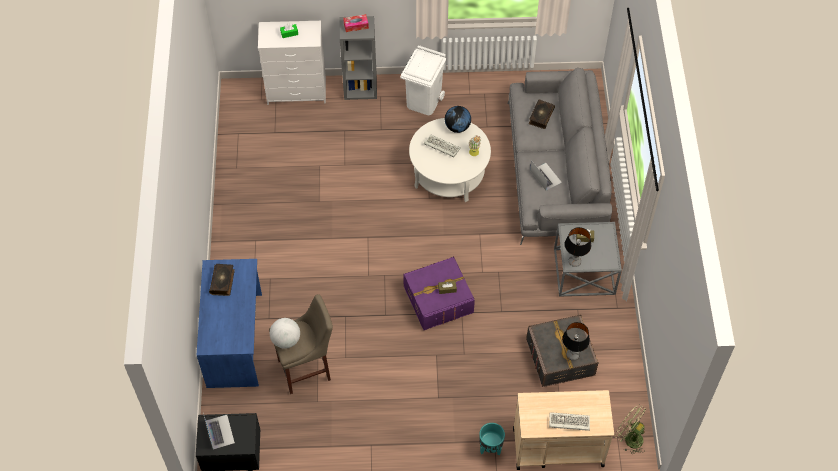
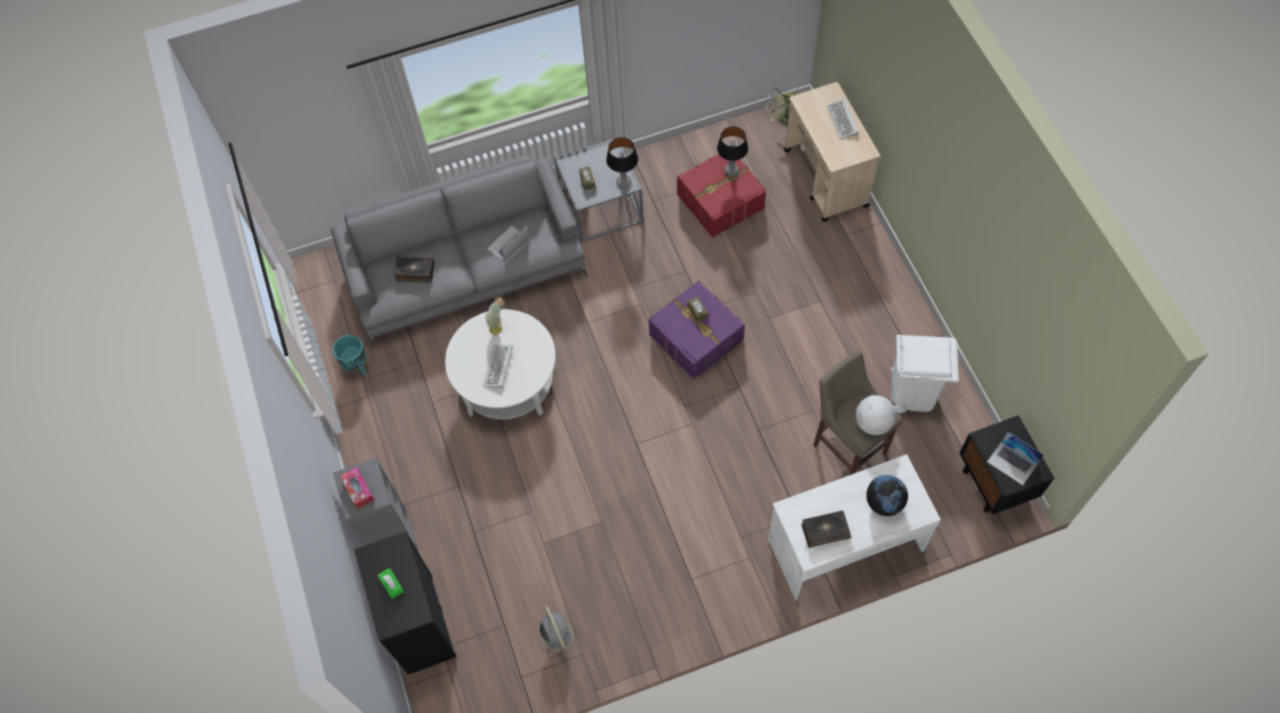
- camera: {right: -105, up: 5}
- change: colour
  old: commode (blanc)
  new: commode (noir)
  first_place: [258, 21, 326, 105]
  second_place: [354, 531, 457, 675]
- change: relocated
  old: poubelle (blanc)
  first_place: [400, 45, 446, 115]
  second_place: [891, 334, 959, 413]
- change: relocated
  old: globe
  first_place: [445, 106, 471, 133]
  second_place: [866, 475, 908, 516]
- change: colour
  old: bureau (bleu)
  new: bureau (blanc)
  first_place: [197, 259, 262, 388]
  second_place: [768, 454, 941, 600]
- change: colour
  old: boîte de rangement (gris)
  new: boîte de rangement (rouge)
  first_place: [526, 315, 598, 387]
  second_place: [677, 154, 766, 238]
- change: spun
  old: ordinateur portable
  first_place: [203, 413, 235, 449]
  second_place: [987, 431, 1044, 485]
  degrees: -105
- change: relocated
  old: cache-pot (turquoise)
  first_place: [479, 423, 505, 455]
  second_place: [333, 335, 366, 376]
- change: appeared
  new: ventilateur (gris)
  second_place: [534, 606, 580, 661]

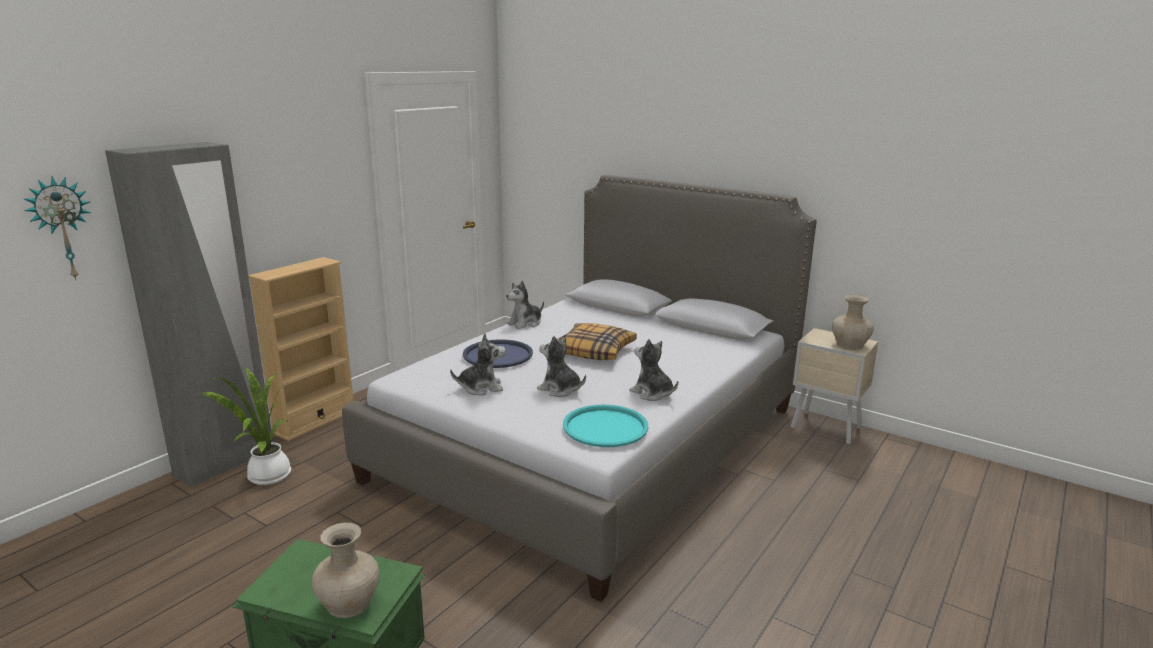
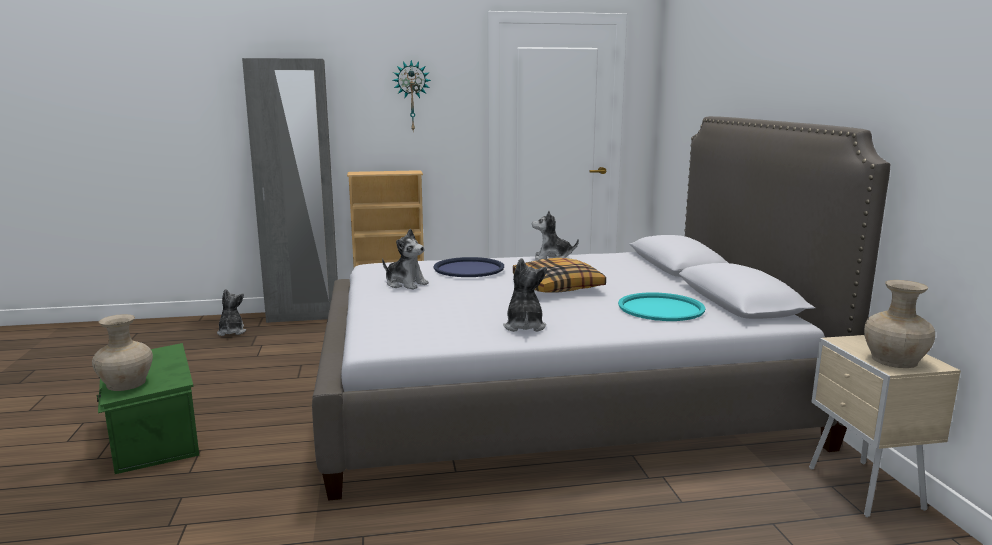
- camera: {right: 45, up: -5}
- change: relocated
  old: horloge murale
  first_place: [24, 177, 90, 281]
  second_place: [393, 60, 431, 131]
- change: relocated
  old: peluche
  first_place: [537, 336, 586, 397]
  second_place: [217, 289, 246, 336]
- change: missing
  old: plante en pot
  first_place: [203, 367, 291, 485]
- change: relocated
  old: plateau (turquoise)
  first_place: [563, 405, 648, 447]
  second_place: [618, 292, 706, 321]

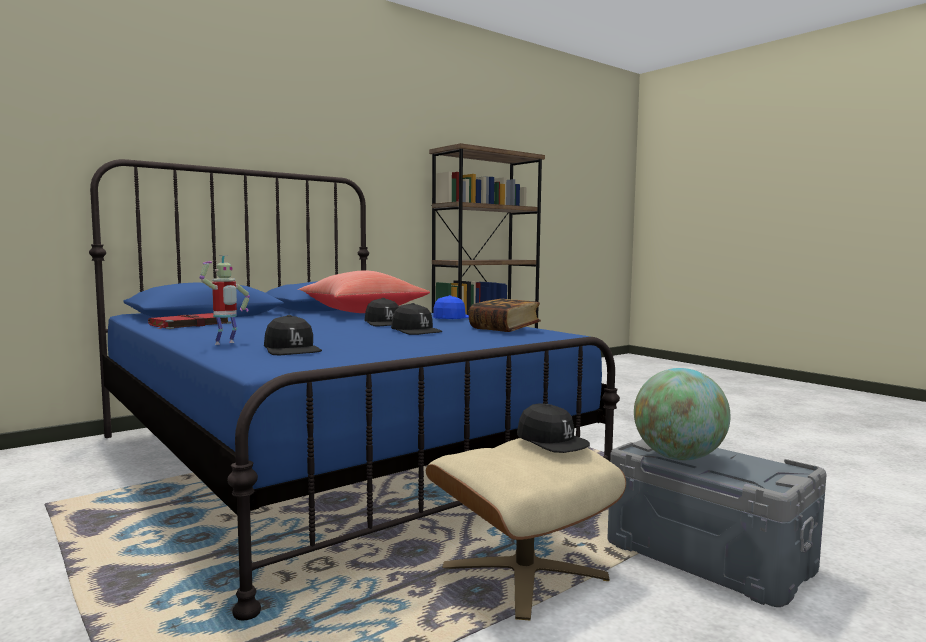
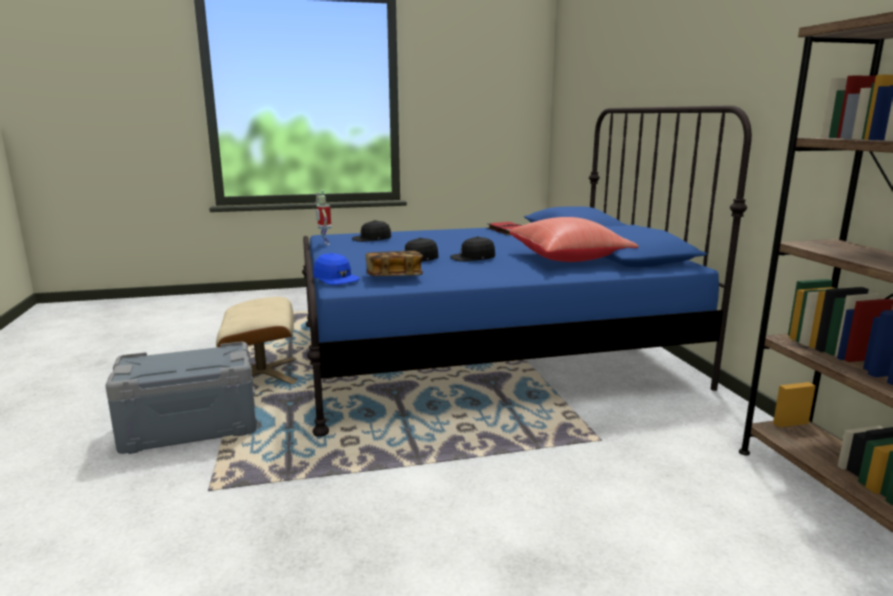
- camera: {right: 115, up: 10}
- change: relocated
  old: robot jouet
  first_place: [200, 255, 250, 345]
  second_place: [314, 190, 331, 245]
- change: relocated
  old: casquette (bleu)
  first_place: [433, 295, 469, 319]
  second_place: [313, 253, 360, 285]
- change: missing
  old: globe
  first_place: [634, 368, 731, 460]
- change: missing
  old: casquette (noir)
  first_place: [517, 404, 590, 453]

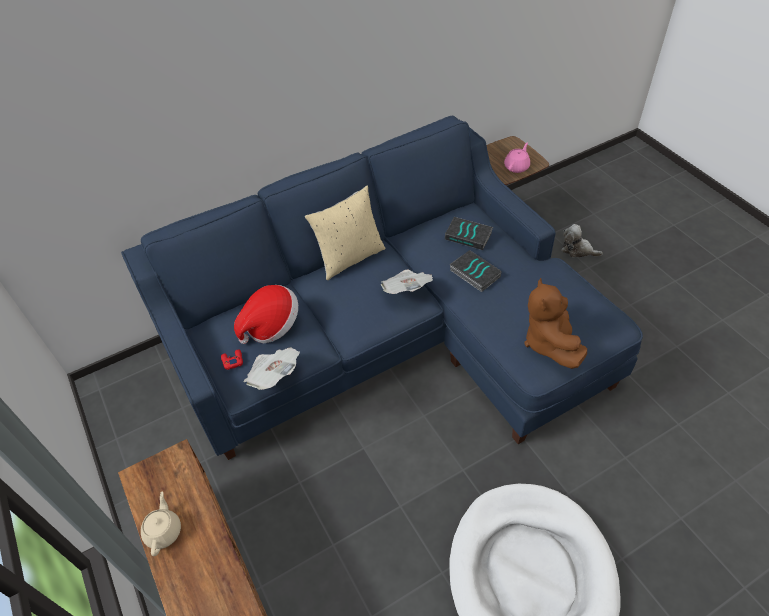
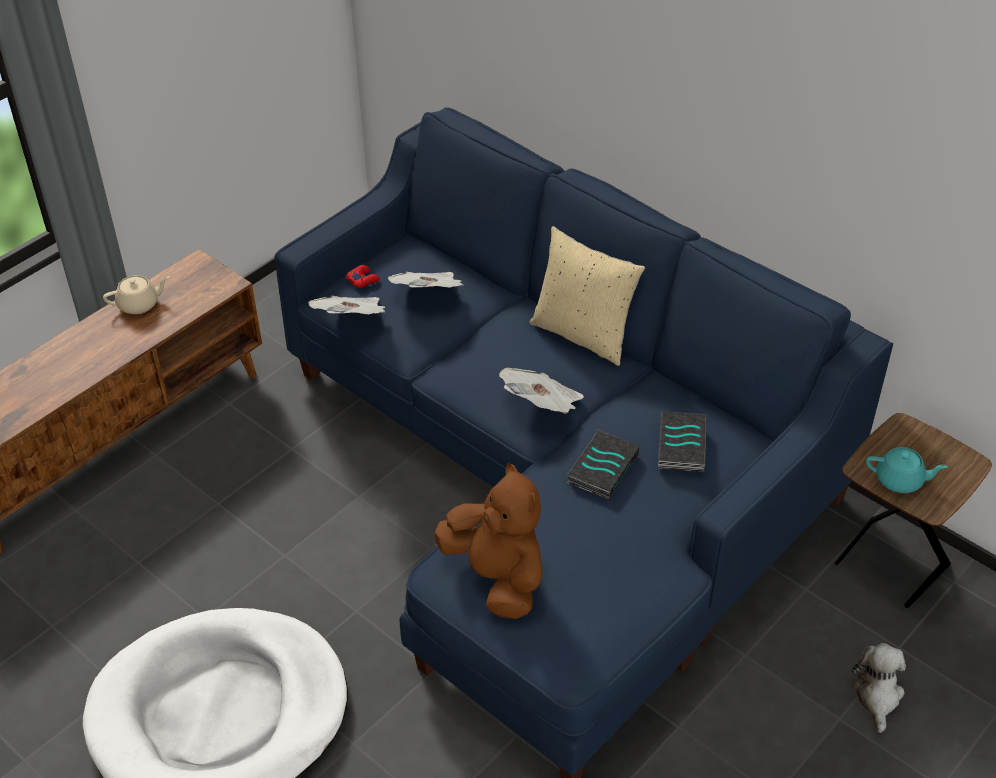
- camera: {right: 70, up: -5}
- change: colour
  old: théière (rose)
  new: théière (turquoise)
  first_place: [504, 143, 530, 173]
  second_place: [866, 447, 948, 493]
- change: spun
  old: peluche (marron)
  first_place: [524, 278, 587, 369]
  second_place: [434, 463, 542, 619]
  degrees: 75
- change: exchanged
  old: chapeau
  new: journal
  first_place: [234, 285, 298, 344]
  second_place: [388, 272, 463, 287]

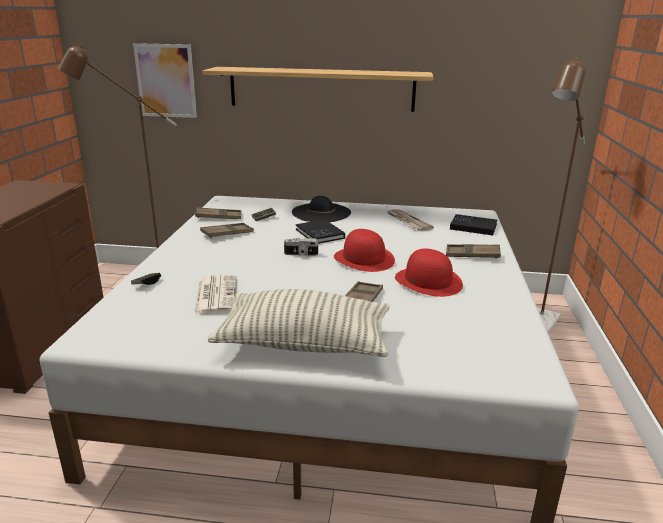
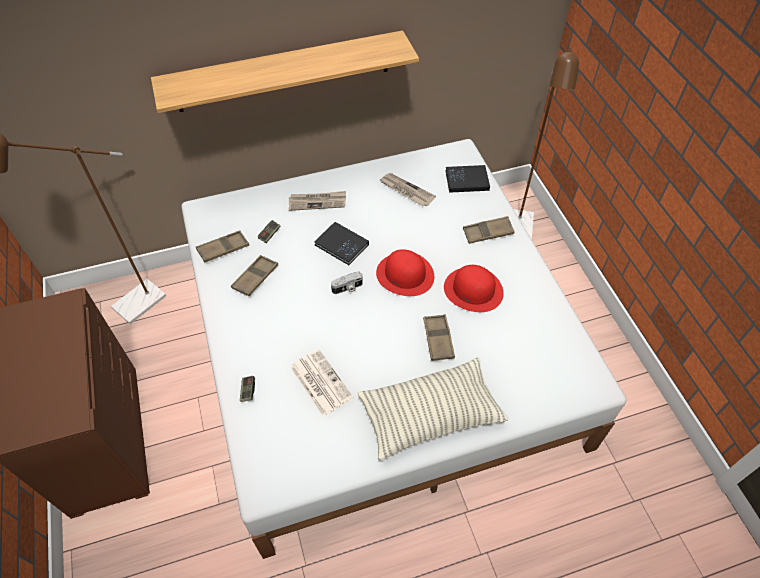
- camera: {right: -25, up: 30}
- change: missing
  old: tableau
  first_place: [133, 43, 197, 118]
- change: exchanged
  old: chapeau (noir)
  new: journal
  first_place: [292, 196, 351, 222]
  second_place: [289, 191, 346, 211]

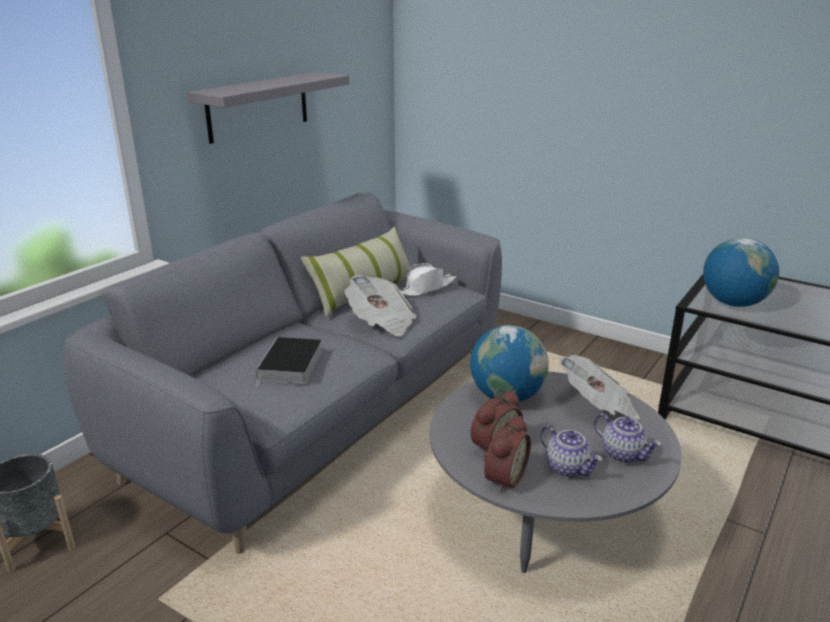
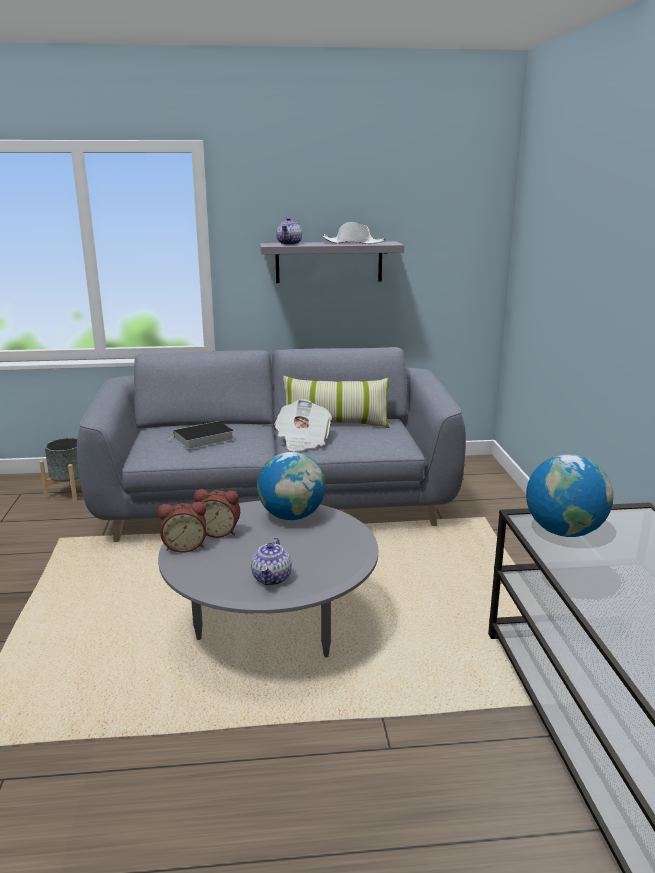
- camera: {right: 50, up: -5}
- change: relocated
  old: chapeau (blanc)
  first_place: [399, 263, 456, 296]
  second_place: [322, 222, 386, 244]
- change: missing
  old: journal
  first_place: [559, 355, 640, 420]
- change: relocated
  old: théière
  first_place: [540, 425, 602, 478]
  second_place: [276, 218, 302, 245]

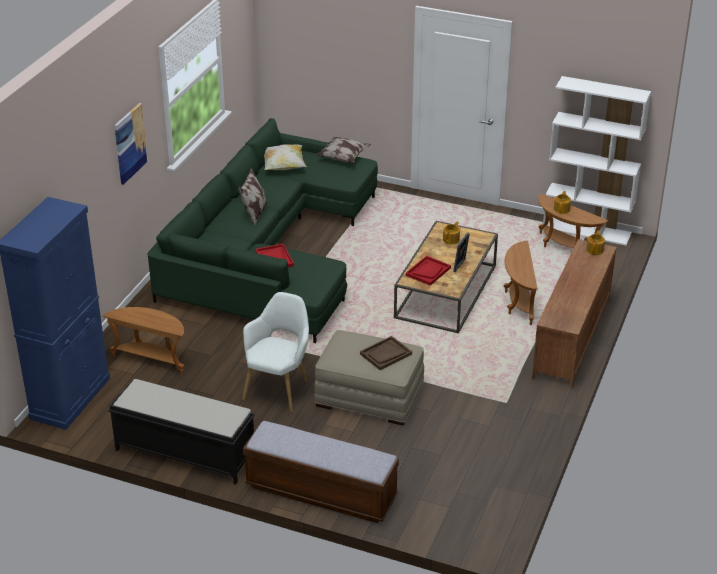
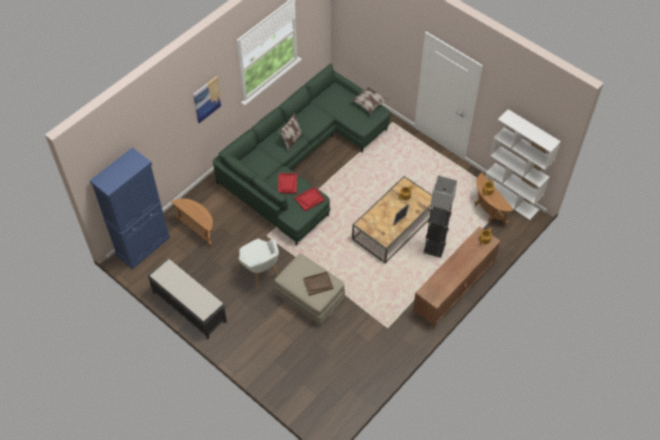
- camera: {right: 20, up: 20}
- change: missing
  old: coussin
  first_place: [264, 144, 307, 170]
- change: exchanged
  old: table d'appoint (marron)
  new: lampadaire (gris)
  first_place: [504, 241, 537, 325]
  second_place: [423, 175, 458, 258]
- change: relocated
  old: plateau (rouge)
  first_place: [406, 256, 451, 286]
  second_place: [295, 187, 325, 211]
- change: spun
  old: fauteuil (blanc)
  first_place: [242, 292, 309, 412]
  second_place: [238, 239, 279, 290]
  degrees: 105
- change: missing
  old: banc
  first_place: [243, 421, 399, 523]

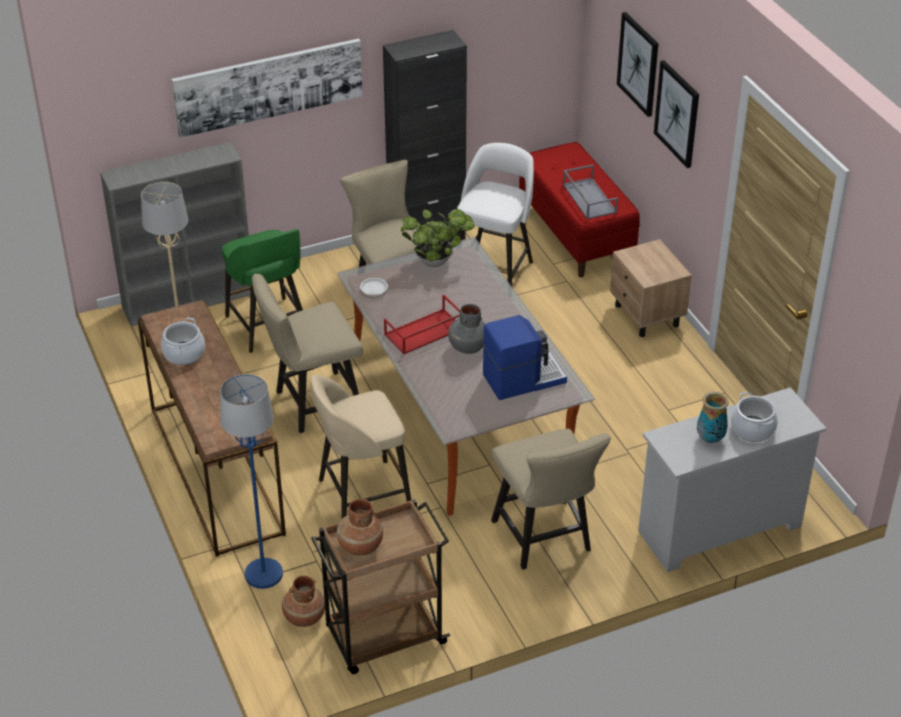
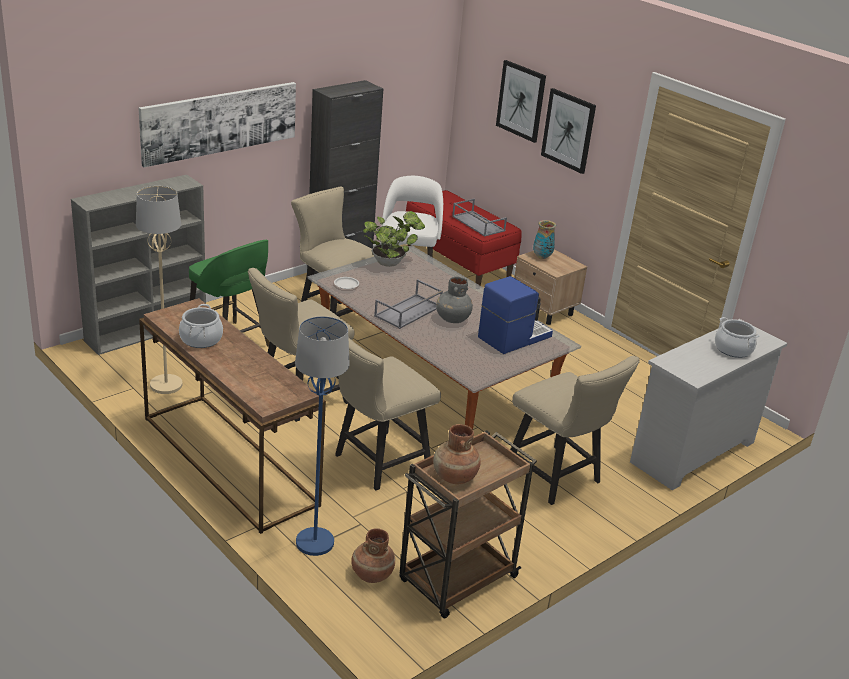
- camera: {right: -20, up: -10}
- change: colour
  old: plateau (rouge)
  new: plateau (gris)
  first_place: [384, 294, 460, 354]
  second_place: [374, 279, 443, 329]
- change: exchanged
  old: tabouret (beige)
  new: chaise (beige)
  first_place: [310, 375, 411, 519]
  second_place: [335, 337, 441, 490]
- change: relocated
  old: vase
  first_place: [697, 392, 729, 443]
  second_place: [533, 220, 556, 259]

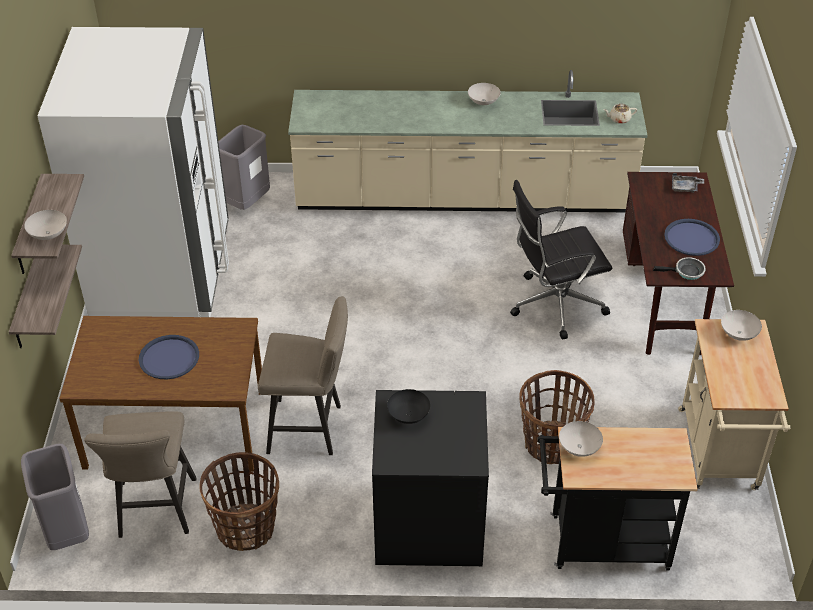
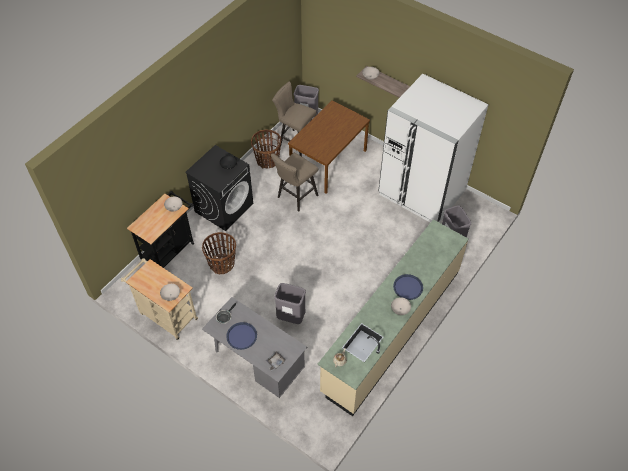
- camera: {right: 125, up: 10}
- change: colour
  old: bureau (marron)
  new: bureau (gris)
  first_place: [623, 172, 734, 355]
  second_place: [202, 297, 307, 398]
- change: exchanged
  old: chaise de bureau (noir)
  new: poubelle (gris)
  first_place: [510, 180, 612, 339]
  second_place: [274, 283, 306, 324]
- change: missing
  old: étagère
  first_place: [9, 245, 82, 348]
- change: relocated
  old: plateau (bleu)
  first_place: [139, 335, 199, 379]
  second_place: [393, 274, 423, 300]

